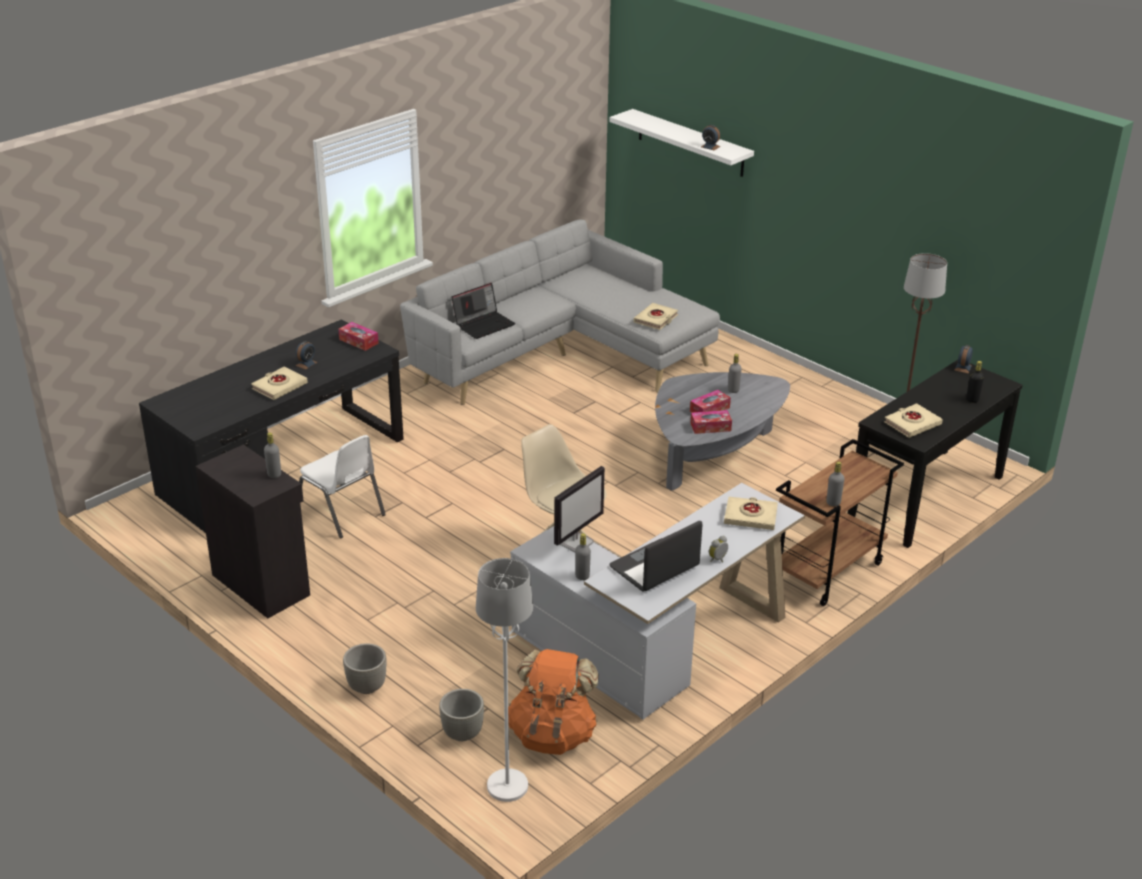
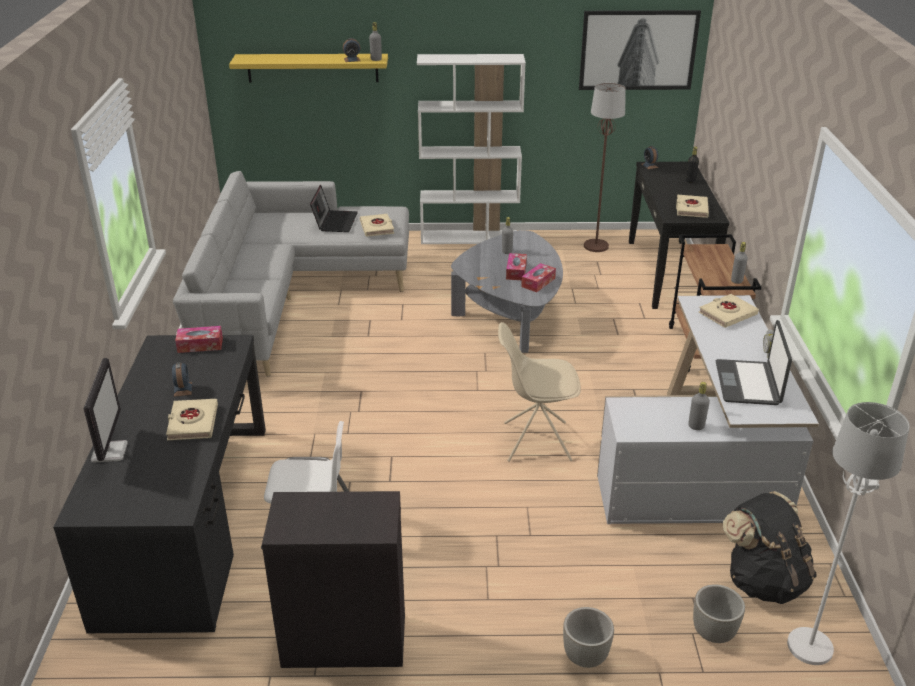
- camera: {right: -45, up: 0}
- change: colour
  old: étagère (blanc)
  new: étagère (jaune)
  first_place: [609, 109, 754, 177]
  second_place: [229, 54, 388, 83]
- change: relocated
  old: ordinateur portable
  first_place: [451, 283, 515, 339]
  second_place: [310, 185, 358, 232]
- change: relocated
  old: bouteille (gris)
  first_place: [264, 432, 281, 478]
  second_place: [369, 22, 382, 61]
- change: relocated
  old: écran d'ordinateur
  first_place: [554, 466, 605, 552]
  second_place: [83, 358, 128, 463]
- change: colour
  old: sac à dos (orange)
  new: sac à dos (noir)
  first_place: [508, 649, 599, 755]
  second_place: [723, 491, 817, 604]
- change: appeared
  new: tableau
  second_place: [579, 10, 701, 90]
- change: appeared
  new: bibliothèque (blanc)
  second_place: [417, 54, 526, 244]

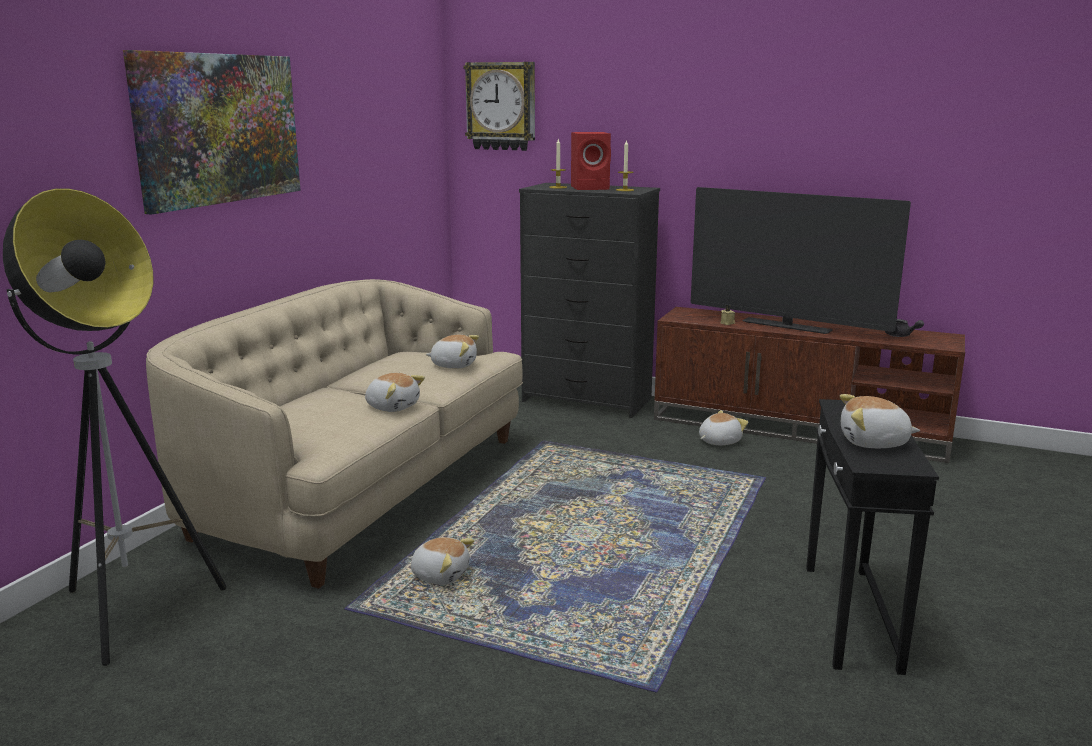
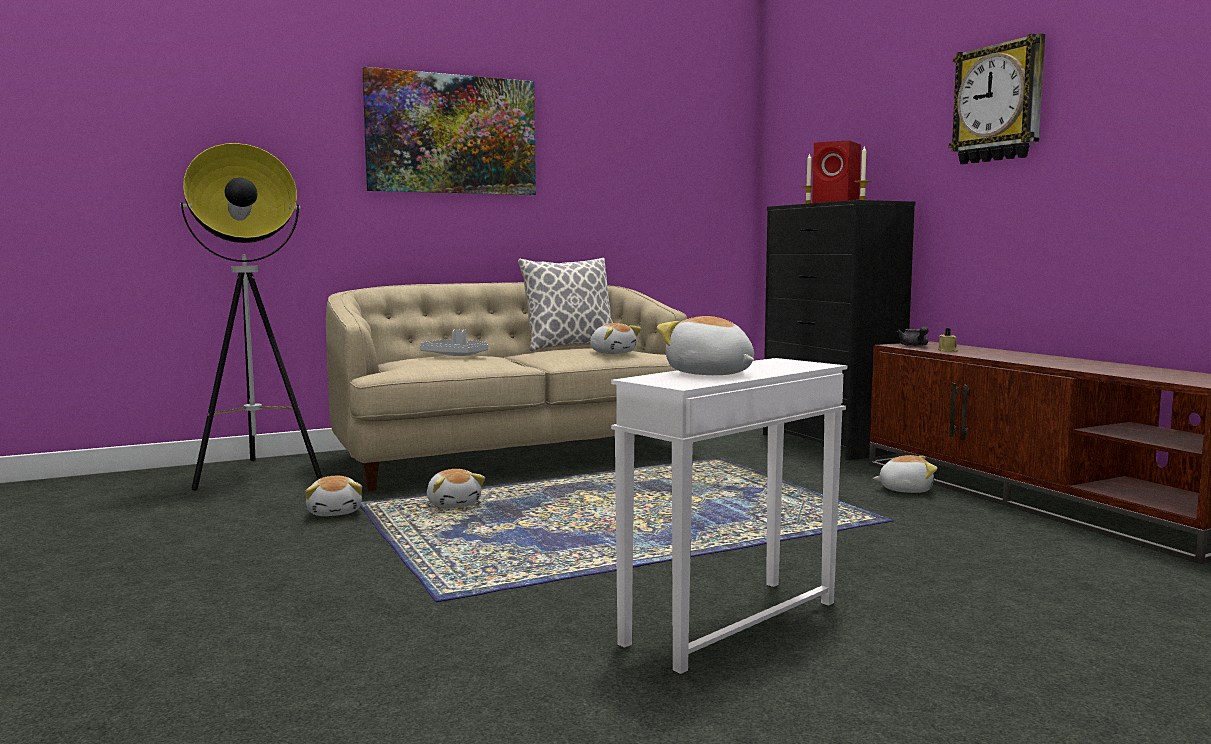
- camera: {right: 40, up: -10}
- change: relocated
  old: horloge murale
  first_place: [463, 62, 535, 151]
  second_place: [949, 33, 1045, 164]
- change: missing
  old: téléviseur
  first_place: [691, 187, 911, 334]
- change: relocated
  old: théière (gris)
  first_place: [885, 319, 924, 337]
  second_place: [897, 326, 929, 346]
- change: relocated
  old: peluche
  first_place: [365, 373, 425, 412]
  second_place: [305, 476, 362, 516]
- change: colour
  old: table d'appoint (noir)
  new: table d'appoint (blanc)
  first_place: [806, 399, 939, 675]
  second_place: [611, 358, 847, 674]
- change: appeared
  new: coussin
  second_place: [518, 258, 613, 351]
- change: appeared
  new: plateau (gris)
  second_place: [420, 329, 488, 356]

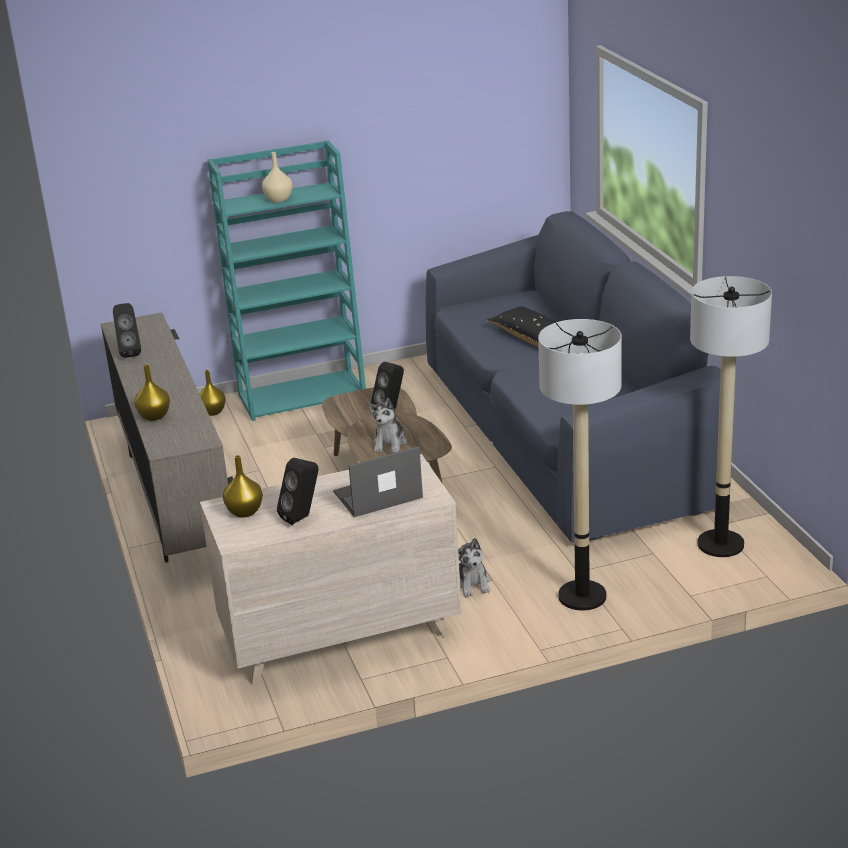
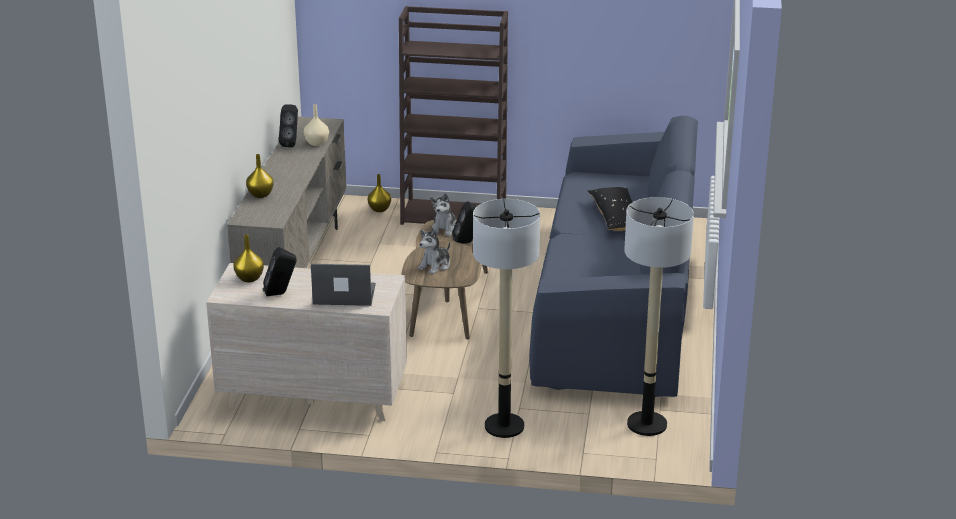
- camera: {right: 25, up: 0}
- change: colour
  old: bibliothèque (turquoise)
  new: bibliothèque (marron)
  first_place: [207, 140, 366, 421]
  second_place: [399, 6, 508, 225]
- change: relocated
  old: vase (beige)
  first_place: [262, 152, 293, 202]
  second_place: [304, 104, 329, 146]
- change: relocated
  old: peluche
  first_place: [458, 538, 490, 597]
  second_place: [430, 193, 456, 236]

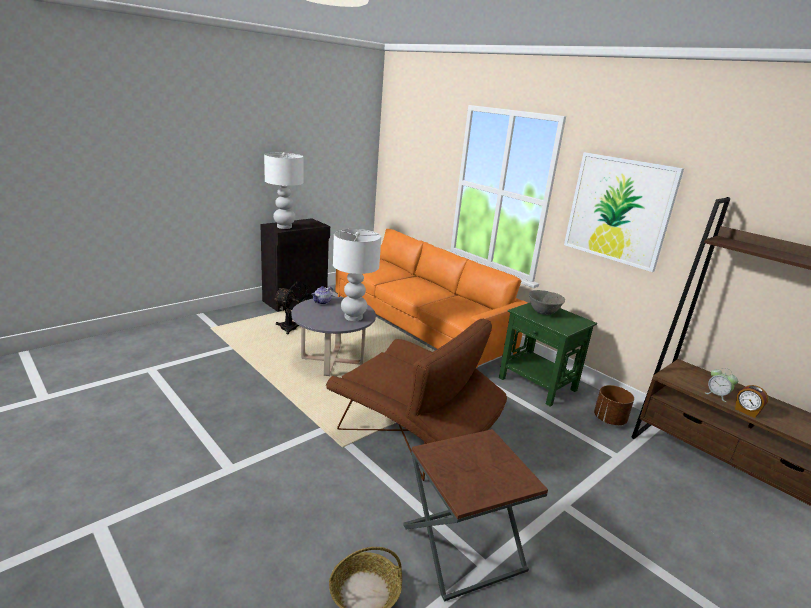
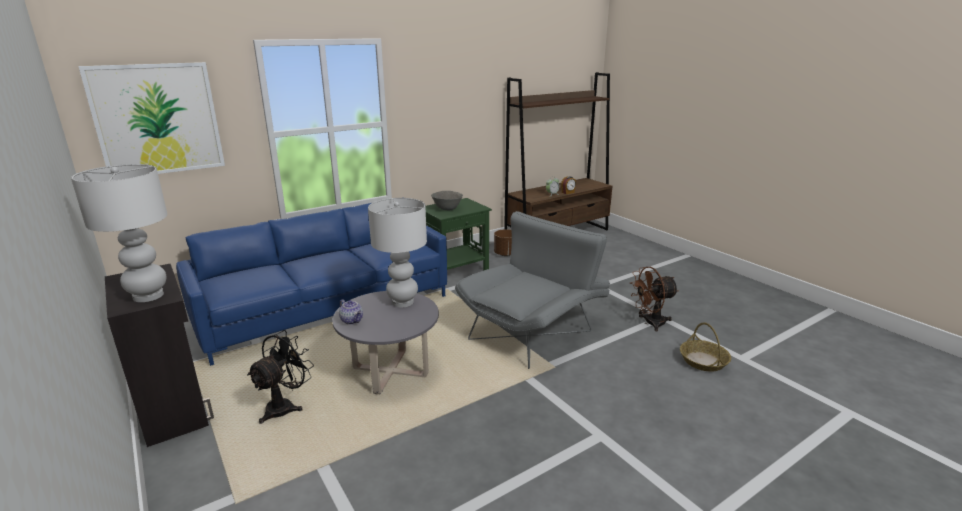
- camera: {right: -80, up: 0}
- change: relocated
  old: tableau
  first_place: [564, 152, 684, 272]
  second_place: [78, 62, 225, 174]
- change: colour
  old: canapé (orange)
  new: canapé (bleu)
  first_place: [335, 229, 527, 368]
  second_place: [176, 203, 447, 366]
- change: colour
  old: fauteuil (marron)
  new: fauteuil (gris)
  first_place: [326, 318, 507, 481]
  second_place: [455, 211, 610, 369]
- change: exchanged
  old: table d'appoint (marron)
  new: ventilateur (marron)
  first_place: [403, 429, 548, 601]
  second_place: [630, 267, 679, 331]

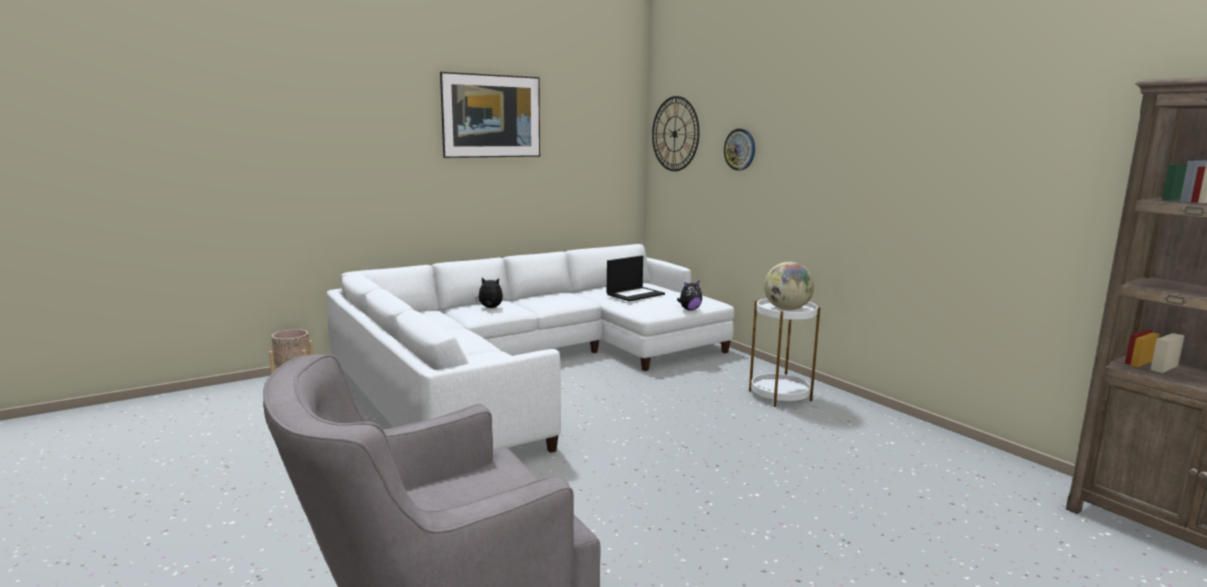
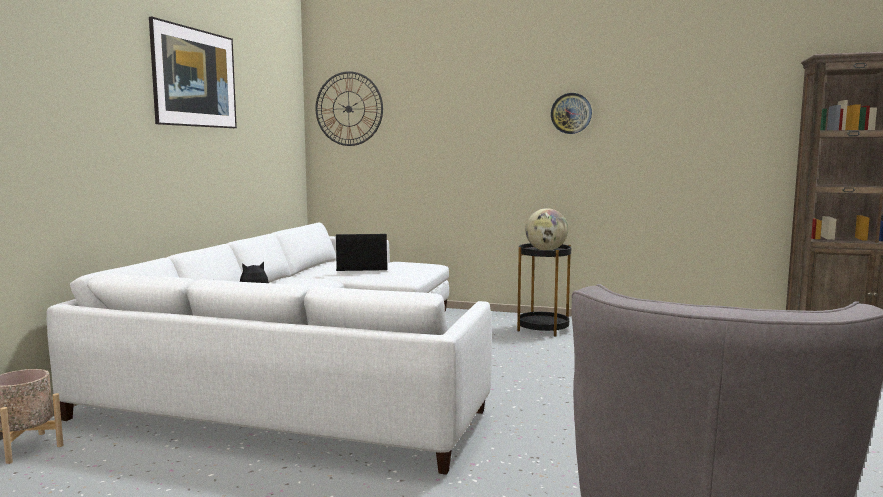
- camera: {right: -40, up: -5}
- change: relocated
  old: horloge murale
  first_place: [724, 129, 755, 171]
  second_place: [551, 93, 592, 134]
- change: spun
  old: ordinateur portable
  first_place: [607, 256, 665, 302]
  second_place: [336, 234, 388, 271]
  degrees: -105
- change: missing
  old: peluche
  first_place: [677, 280, 702, 310]
- change: colour
  old: table d'appoint (blanc)
  new: table d'appoint (noir)
  first_place: [749, 298, 820, 407]
  second_place: [517, 243, 571, 336]

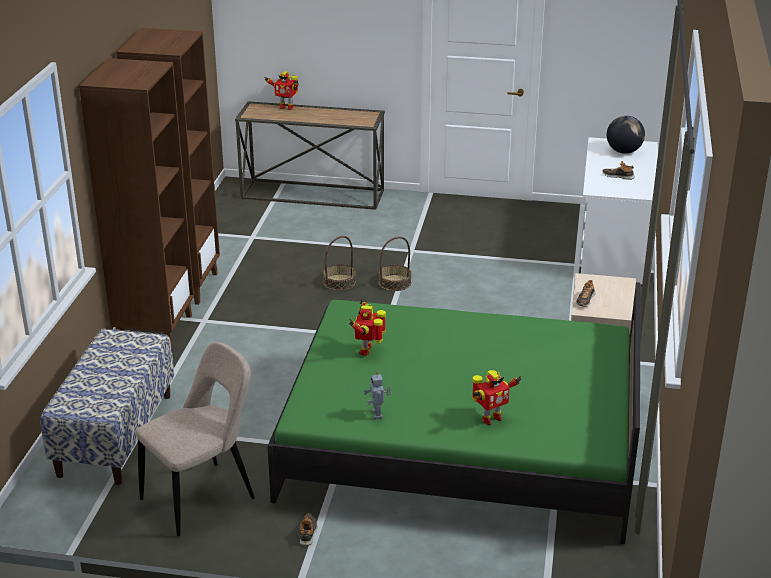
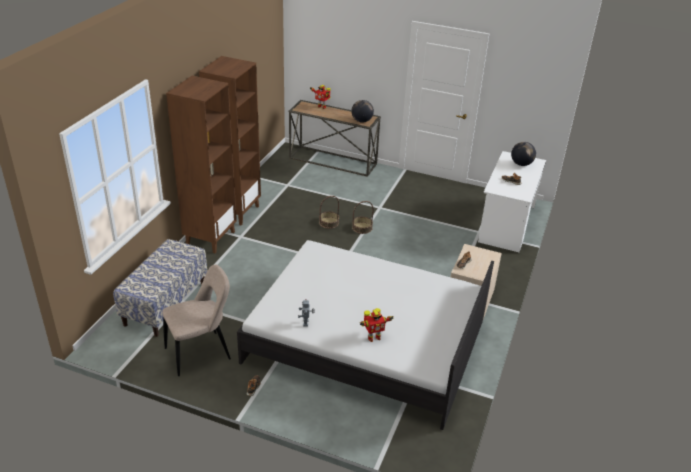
- camera: {right: 10, up: 5}
- change: colour
  old: lit (vert)
  new: lit (blanc)
  first_place: [267, 282, 641, 544]
  second_place: [237, 240, 494, 430]
- change: missing
  old: robot jouet
  first_place: [349, 298, 386, 356]
- change: appeared
  new: globe
  second_place: [351, 100, 374, 123]

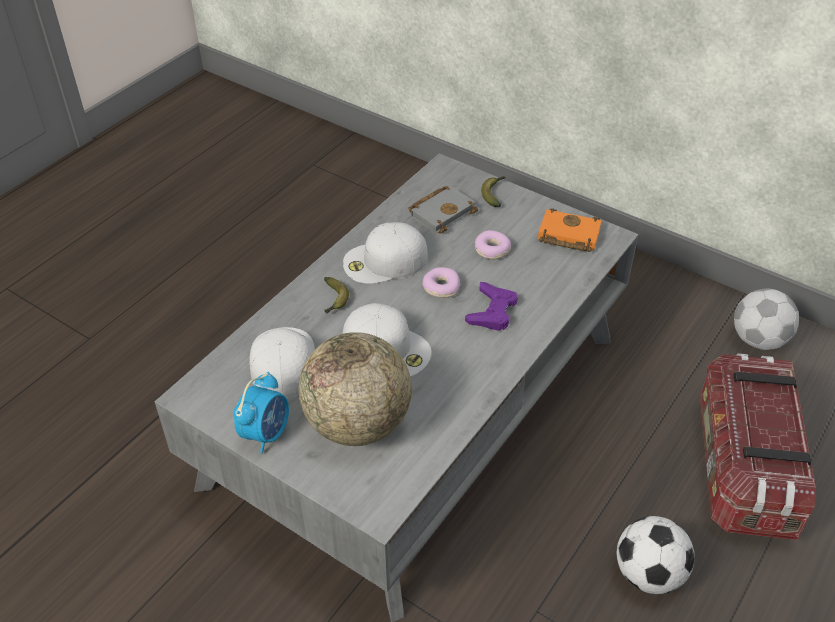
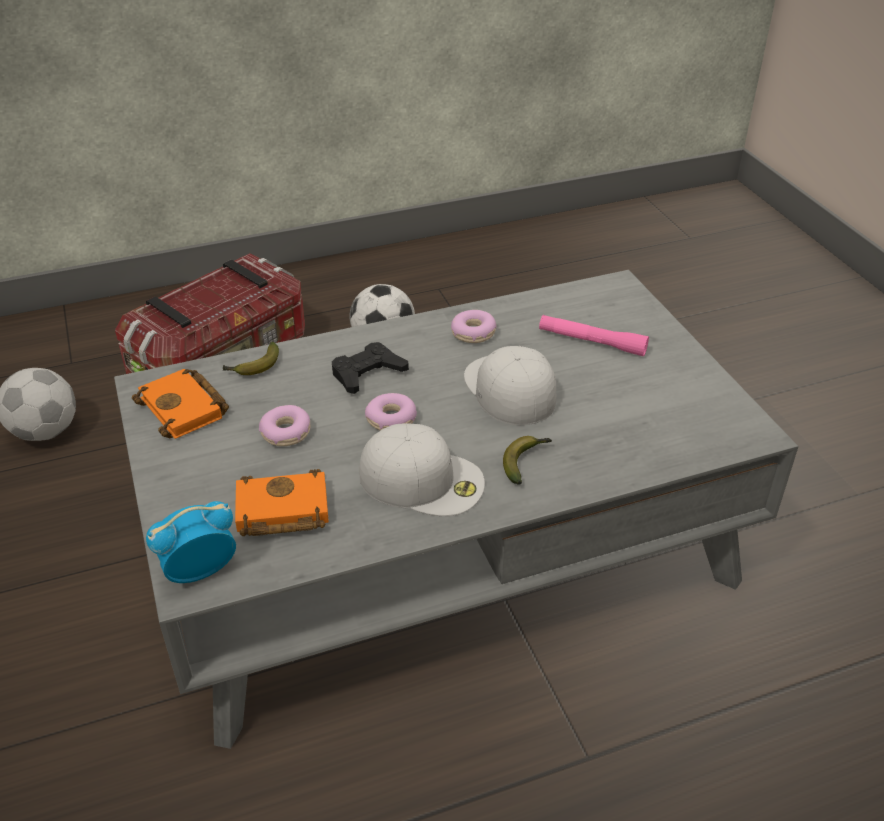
- camera: {right: -145, up: -5}
- change: relocated
  old: banane
  first_place: [481, 176, 505, 207]
  second_place: [223, 342, 279, 375]
- change: colour
  old: livre (gris)
  new: livre (orange)
  first_place: [408, 186, 478, 234]
  second_place: [235, 469, 329, 536]
- change: colour
  old: manette (violet)
  new: manette (noir)
  first_place: [465, 282, 518, 331]
  second_place: [332, 342, 409, 394]
- change: missing
  old: casquette (blanc)
  first_place: [249, 327, 315, 398]
- change: exchanged
  old: globe
  new: lampe de poche (rose)
  first_place: [298, 332, 412, 446]
  second_place: [539, 315, 649, 357]
- change: relocated
  old: réveil
  first_place: [233, 372, 289, 454]
  second_place: [146, 501, 236, 583]
- change: appeared
  new: beignet
  second_place: [451, 310, 496, 343]

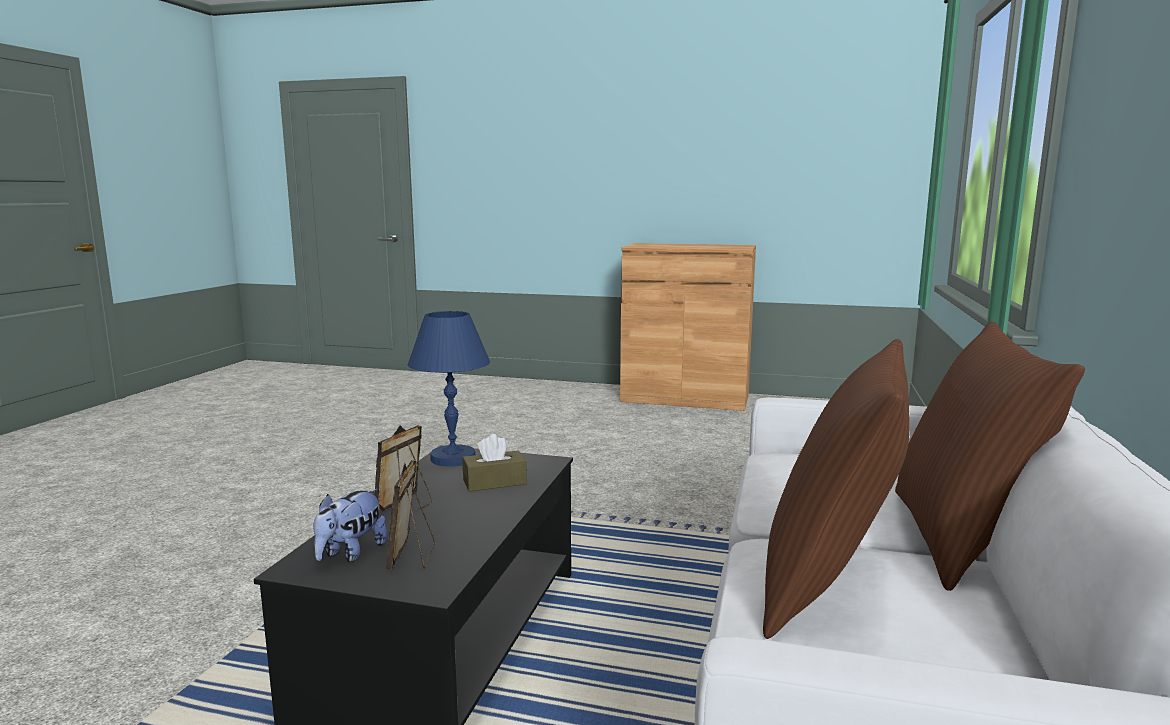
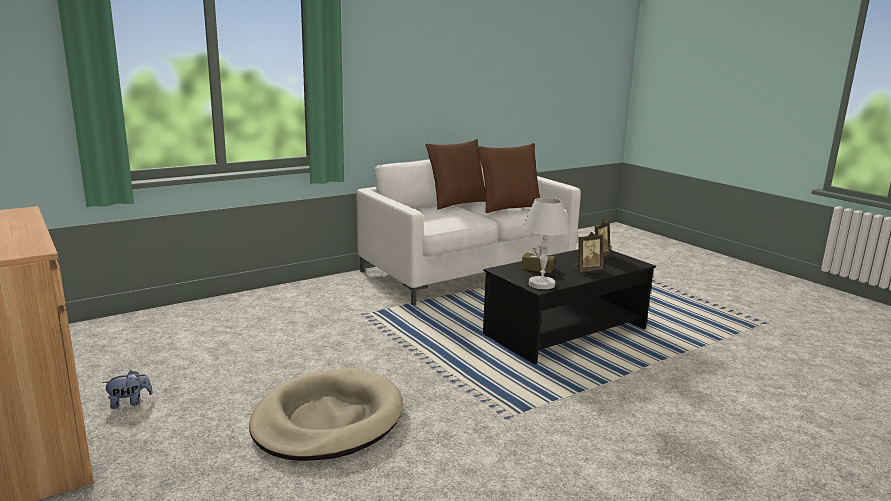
- camera: {right: -140, up: 5}
- change: colour
  old: lampe de table (bleu)
  new: lampe de table (blanc)
  first_place: [408, 311, 490, 467]
  second_place: [522, 197, 570, 289]
- change: relocated
  old: peluche
  first_place: [313, 489, 388, 562]
  second_place: [102, 370, 153, 409]
- change: appeared
  new: panier pour chien (beige)
  second_place: [249, 368, 403, 461]

